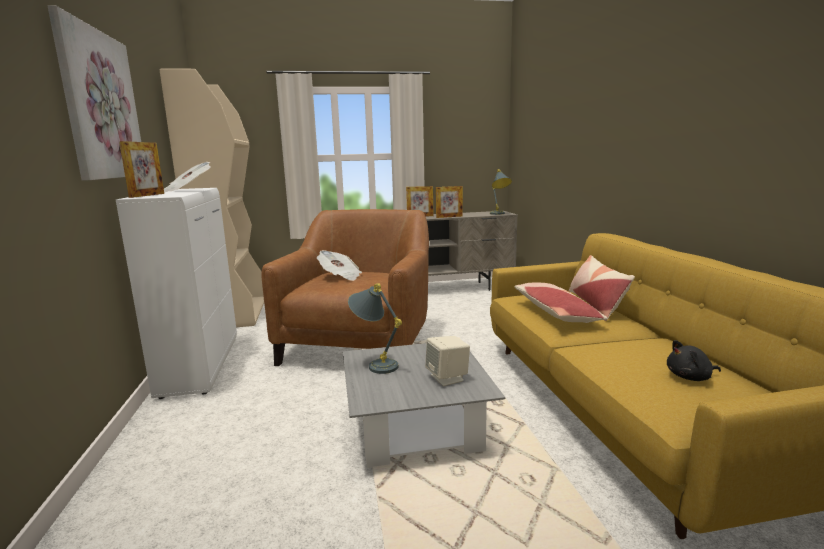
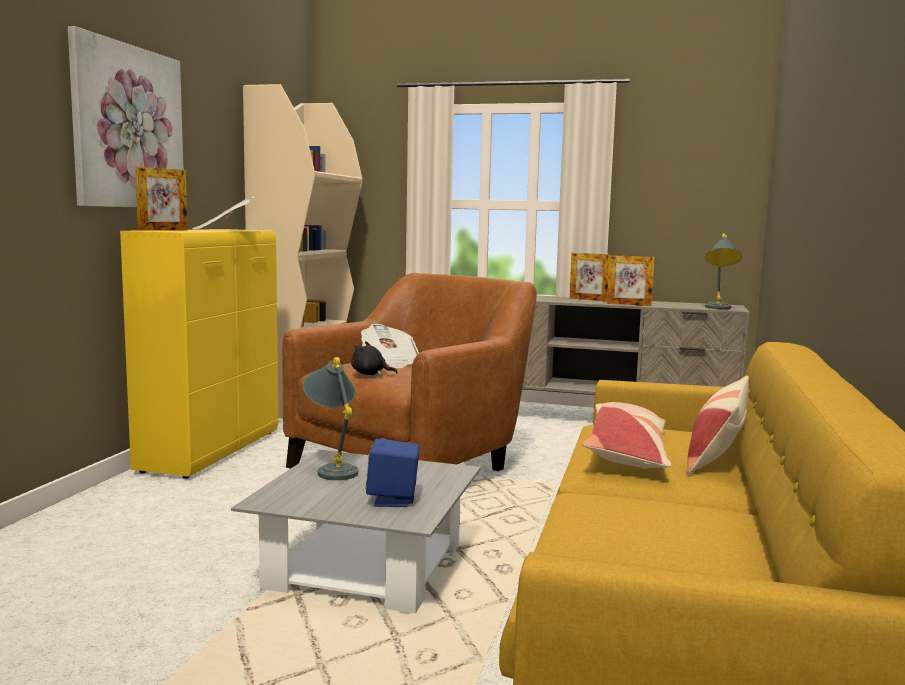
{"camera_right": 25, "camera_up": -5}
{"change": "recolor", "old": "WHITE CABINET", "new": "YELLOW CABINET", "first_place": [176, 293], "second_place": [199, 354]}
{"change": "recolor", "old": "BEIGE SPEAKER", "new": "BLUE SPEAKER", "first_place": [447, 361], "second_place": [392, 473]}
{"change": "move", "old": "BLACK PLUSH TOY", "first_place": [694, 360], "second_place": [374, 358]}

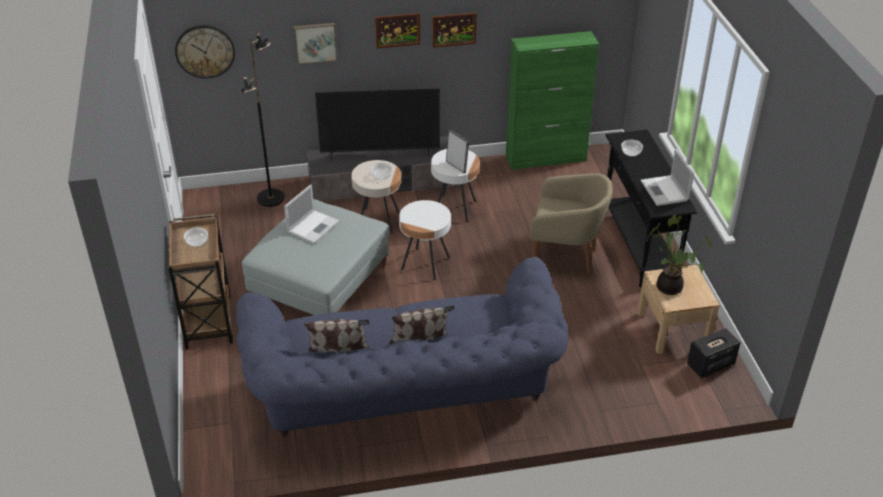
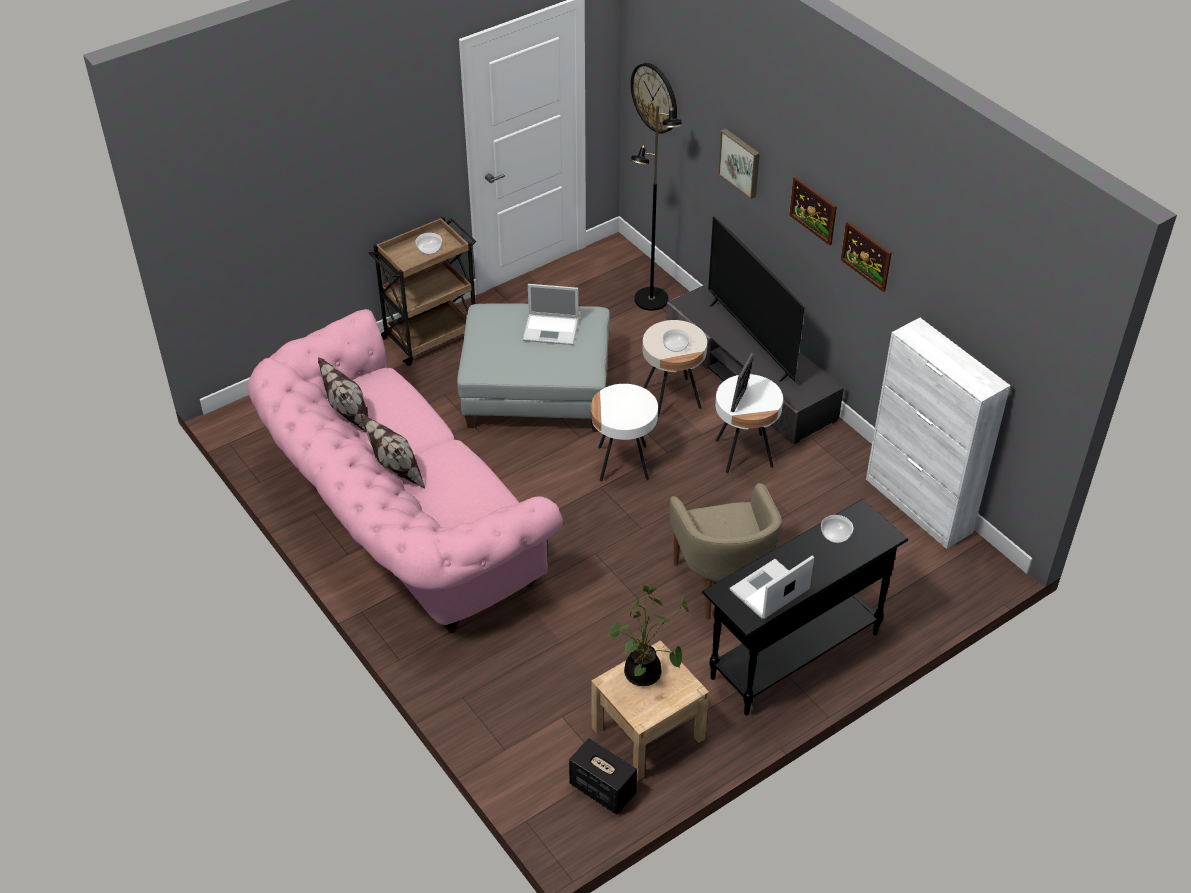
{"camera_right": 65, "camera_up": 5}
{"change": "recolor", "old": "BLUE SOFA", "new": "PINK SOFA", "first_place": [402, 347], "second_place": [405, 471]}
{"change": "recolor", "old": "GREEN CABINET", "new": "WHITE CABINET", "first_place": [552, 100], "second_place": [938, 433]}

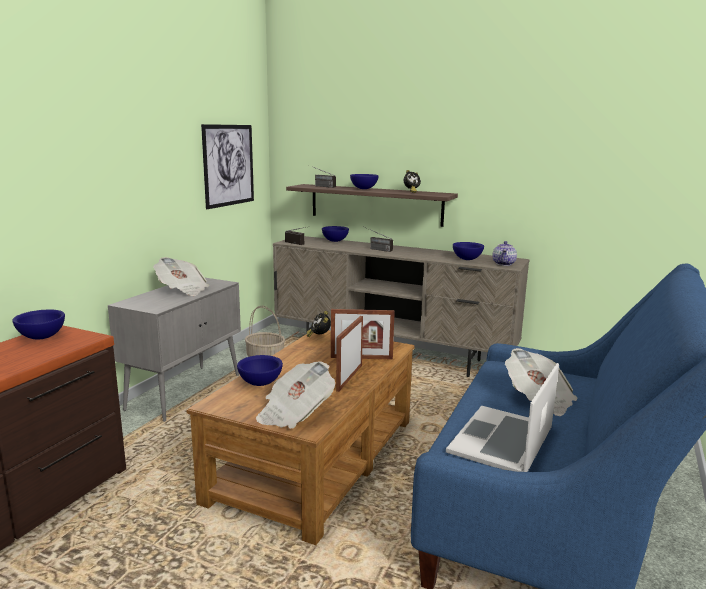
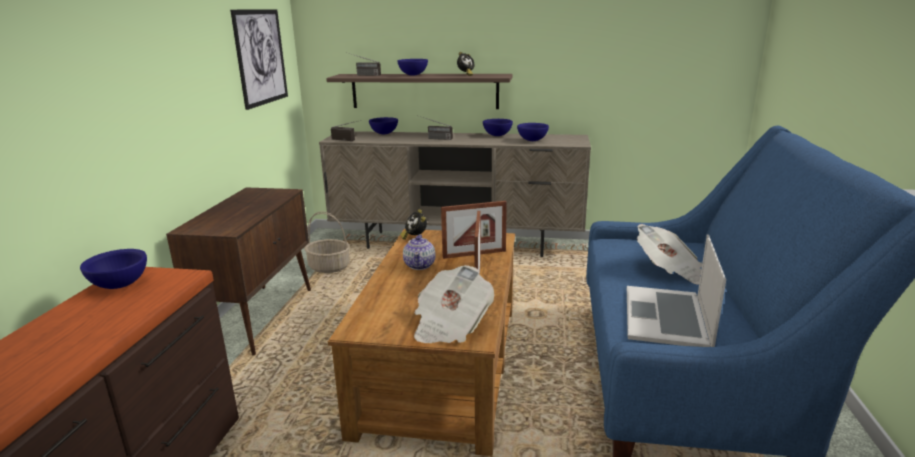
{"camera_right": -15, "camera_up": 5}
{"change": "recolor", "old": "GREY CABINET", "new": "BROWN CABINET", "first_place": [174, 350], "second_place": [238, 271]}
{"change": "delete", "old": "NEWSPAPER", "first_place": [181, 276]}
{"change": "move", "old": "BLUE BOWL", "first_place": [260, 370], "second_place": [498, 127]}
{"change": "move", "old": "TEAPOT", "first_place": [504, 253], "second_place": [419, 252]}

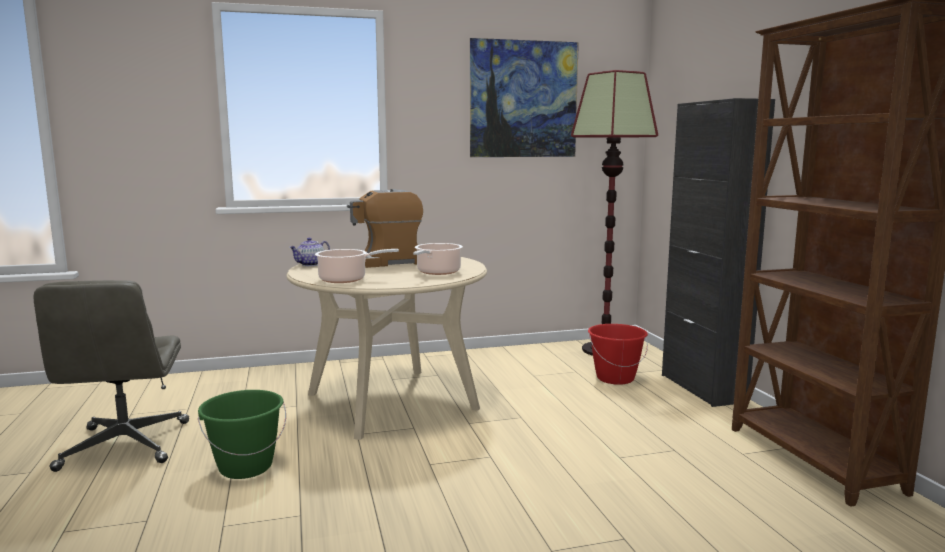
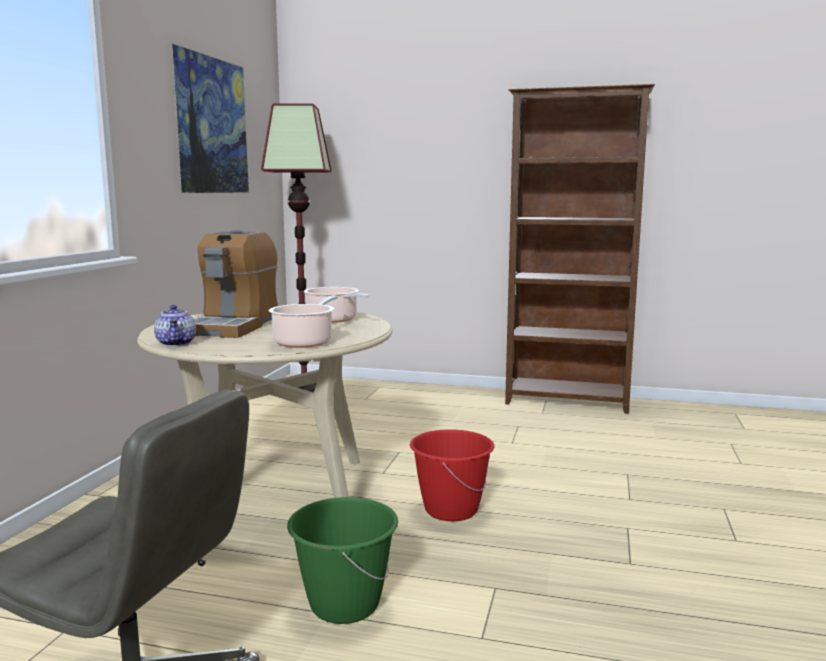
{"camera_right": -60, "camera_up": 0}
{"change": "move", "old": "RED BUCKET", "first_place": [618, 354], "second_place": [452, 475]}
{"change": "delete", "old": "BLACK CABINET", "first_place": [718, 252]}

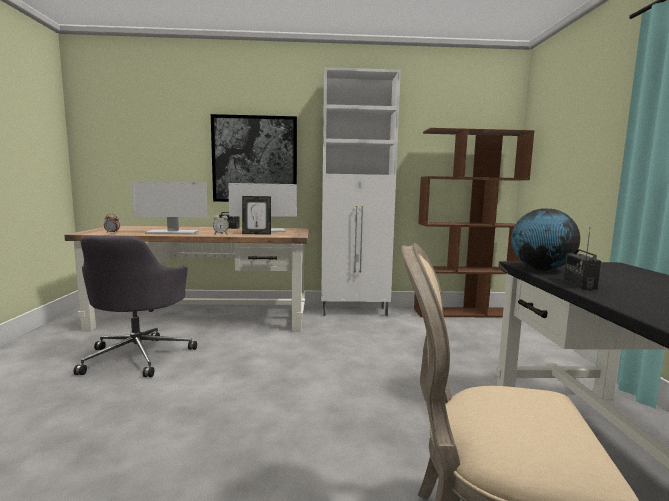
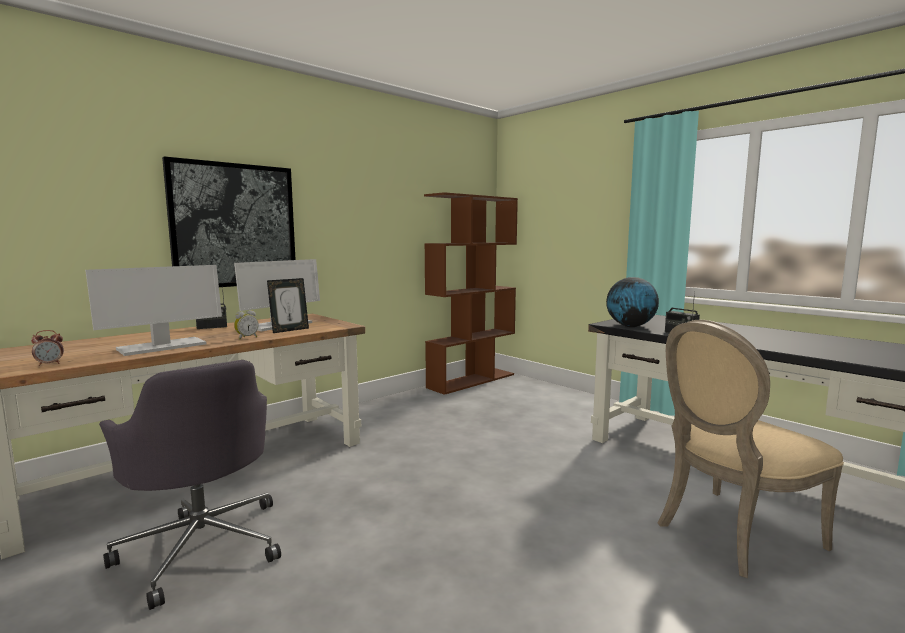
{"camera_right": -40, "camera_up": 0}
{"change": "delete", "old": "WHITE CABINET", "first_place": [361, 191]}

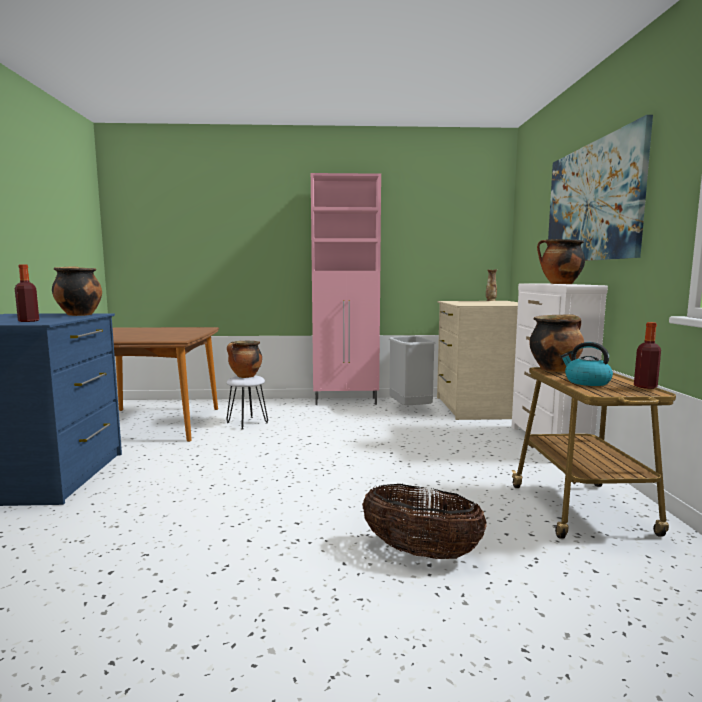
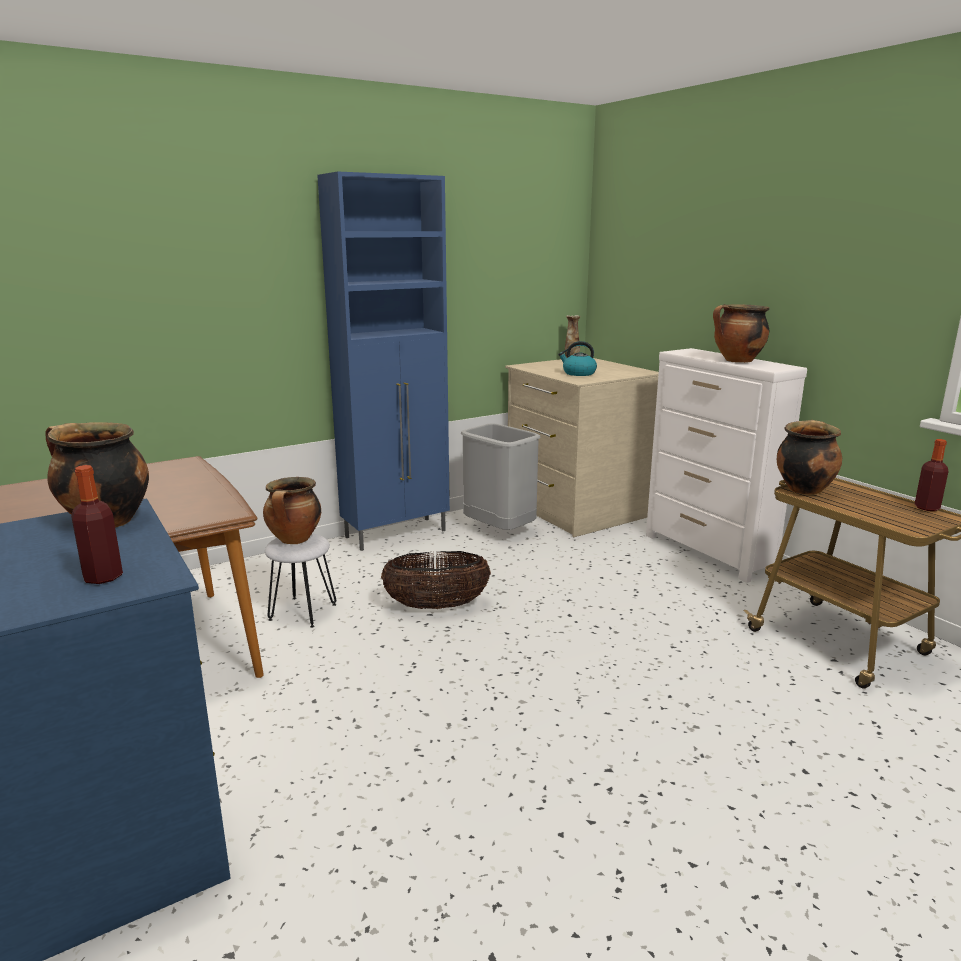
{"camera_right": -30, "camera_up": 10}
{"change": "recolor", "old": "PINK CABINET", "new": "BLUE CABINET", "first_place": [346, 289], "second_place": [383, 361]}
{"change": "move", "old": "BASKET", "first_place": [424, 521], "second_place": [436, 580]}
{"change": "delete", "old": "PICTURE", "first_place": [600, 188]}
{"change": "move", "old": "KETTLE", "first_place": [586, 364], "second_place": [577, 358]}

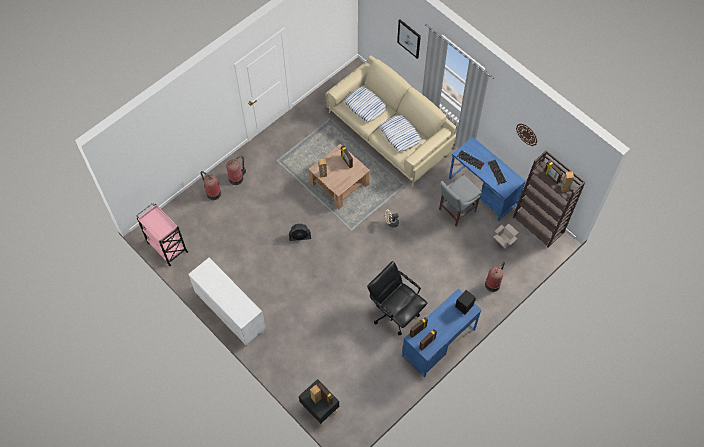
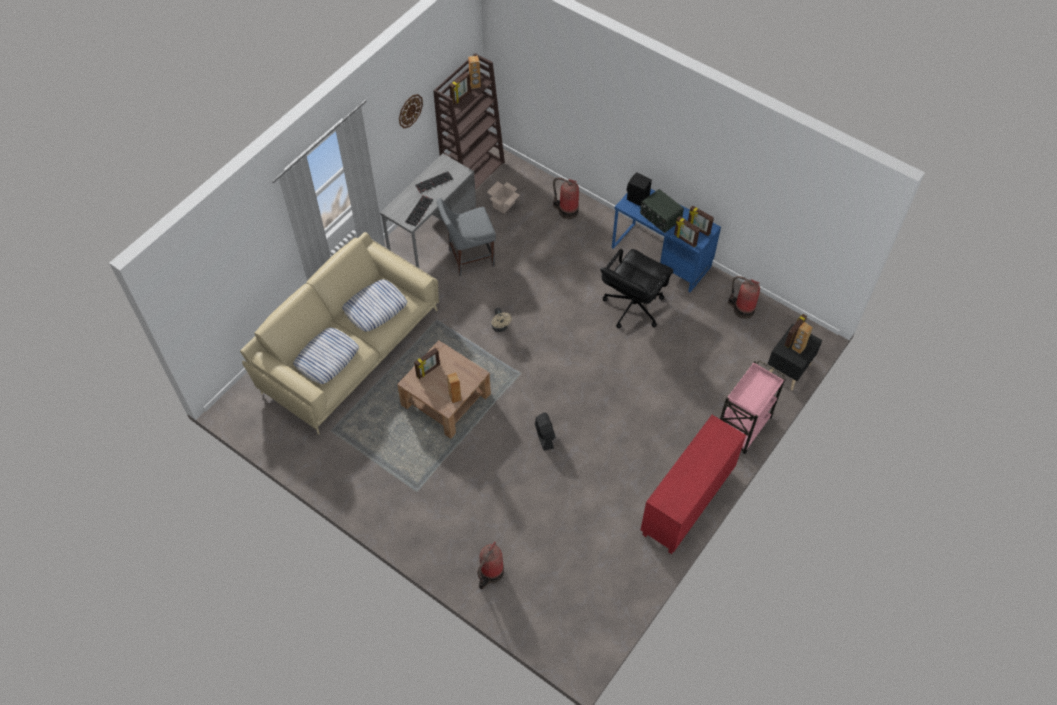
{"camera_right": -100, "camera_up": -5}
{"change": "move", "old": "PINK CART", "first_place": [162, 234], "second_place": [752, 407]}
{"change": "recolor", "old": "WHITE CABINET", "new": "RED CABINET", "first_place": [227, 302], "second_place": [693, 484]}
{"change": "move", "old": "FIRE EXTINGUISHER", "first_place": [236, 170], "second_place": [744, 297]}
{"change": "delete", "old": "PICTURE", "first_place": [409, 39]}
{"change": "rotate", "old": "GREY CHAIR", "first_place": [460, 200], "second_place": [466, 237], "degrees": 120}
{"change": "recolor", "old": "BLUE DESK", "new": "GREY DESK", "first_place": [487, 179], "second_place": [428, 210]}
{"change": "insert", "new": "RADIO", "second_place": [662, 211]}

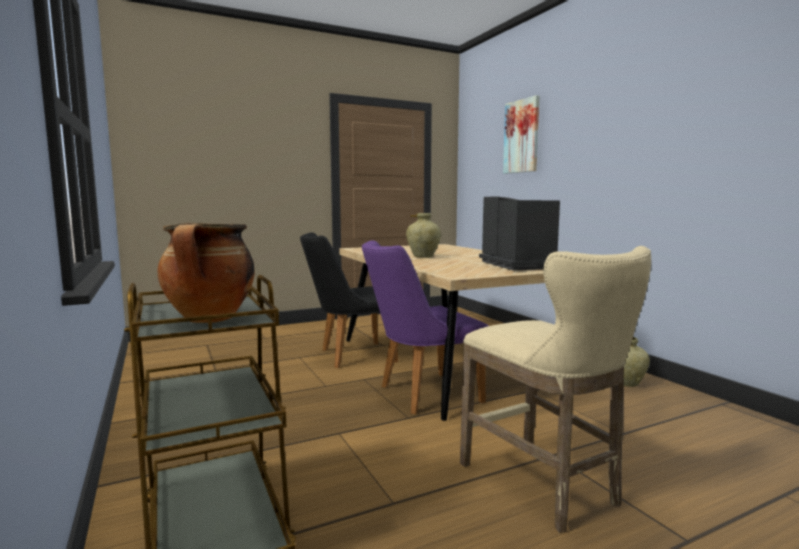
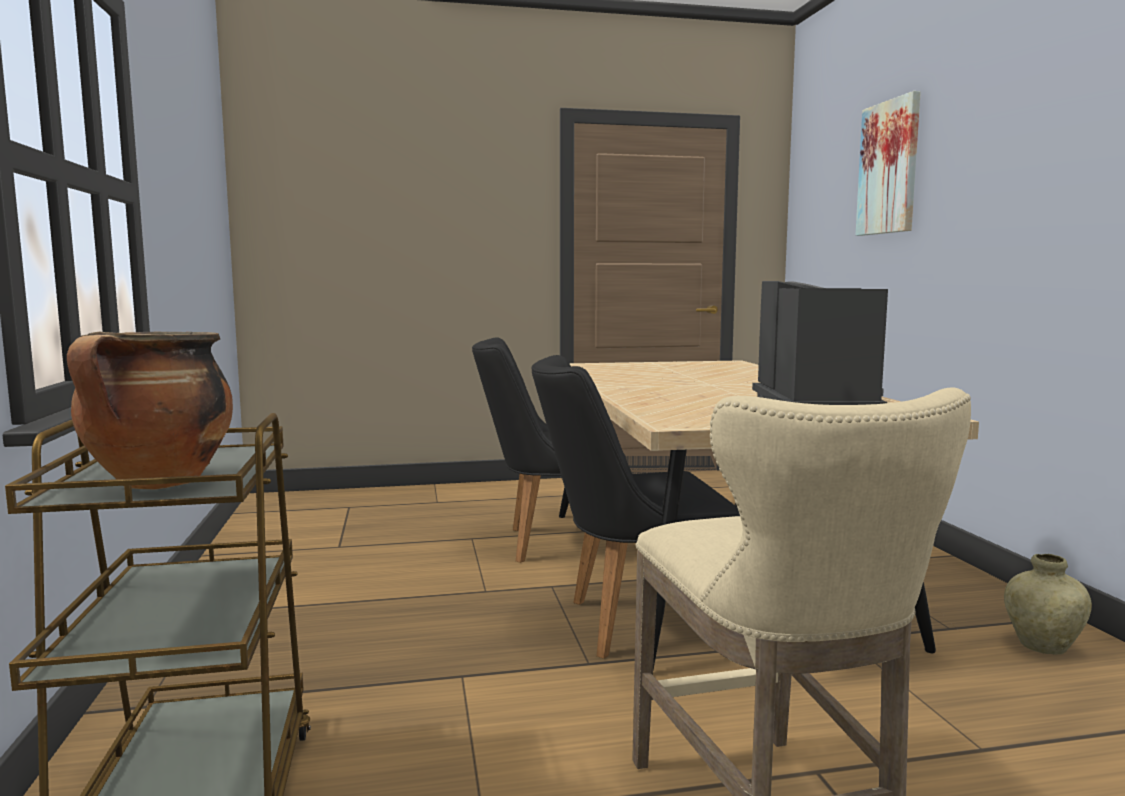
{"camera_right": 15, "camera_up": 0}
{"change": "recolor", "old": "PURPLE CHAIR", "new": "BLACK CHAIR", "first_place": [425, 327], "second_place": [635, 507]}
{"change": "delete", "old": "BEIGE VASE", "first_place": [423, 235]}

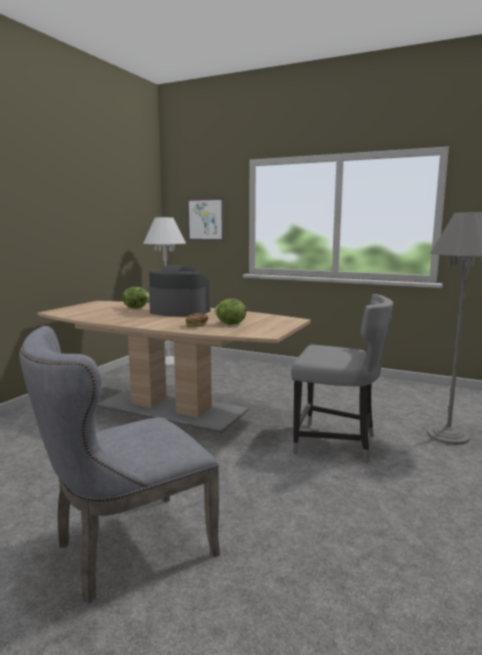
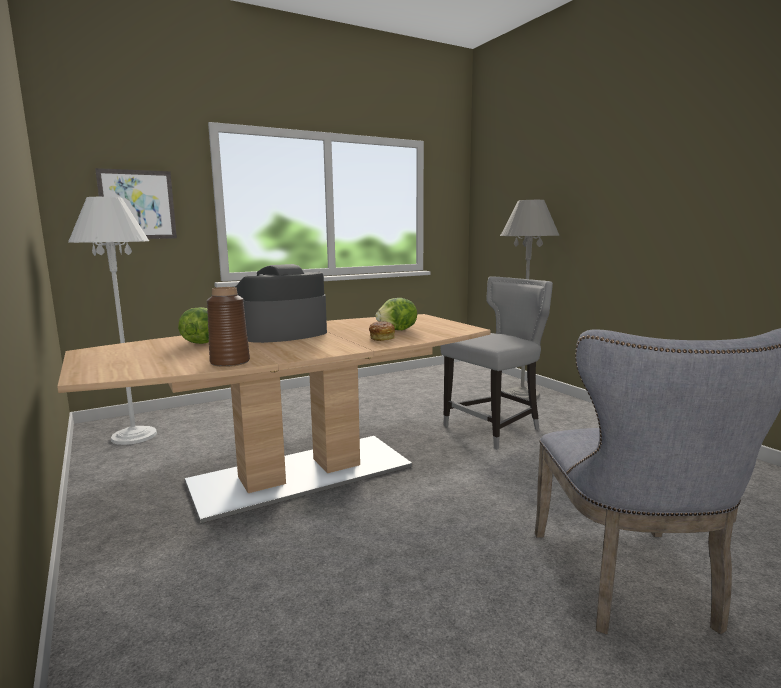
{"camera_right": -55, "camera_up": 0}
{"change": "insert", "new": "BROWN VASE", "second_place": [228, 327]}

